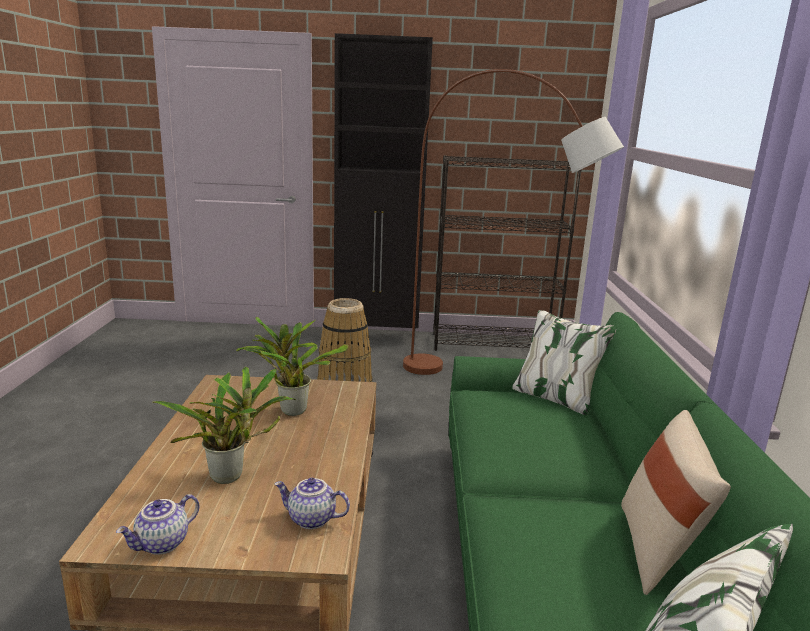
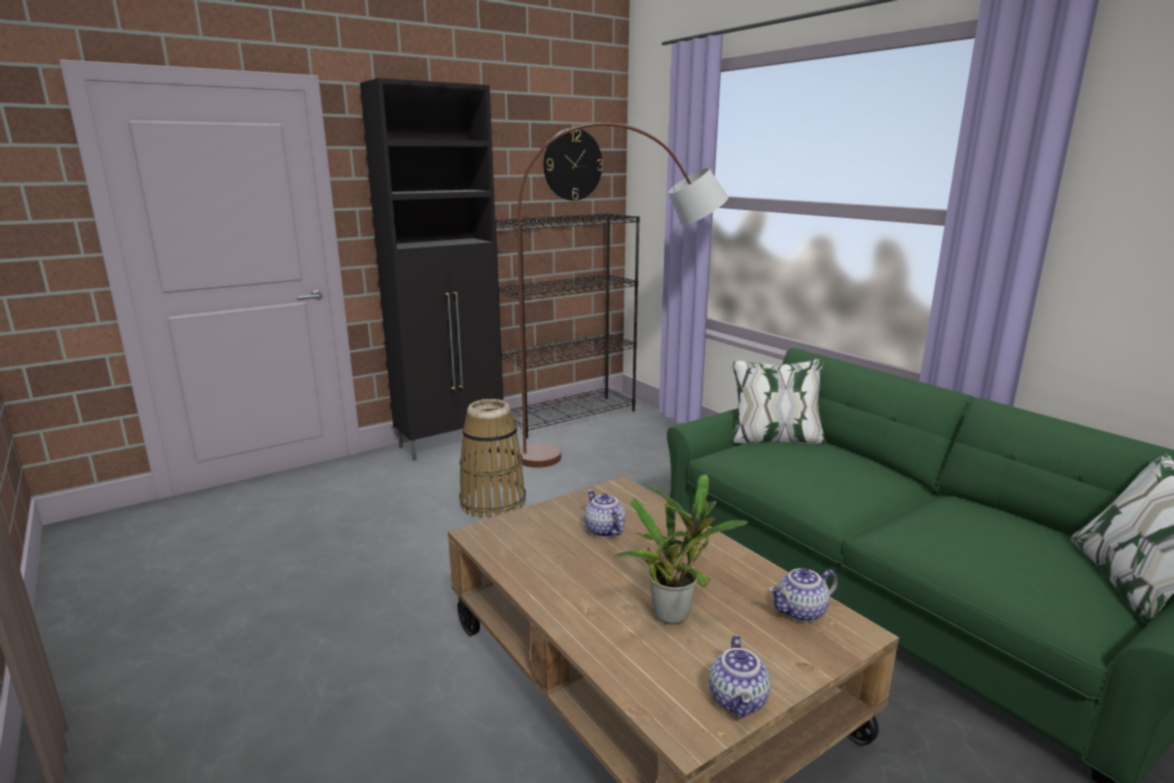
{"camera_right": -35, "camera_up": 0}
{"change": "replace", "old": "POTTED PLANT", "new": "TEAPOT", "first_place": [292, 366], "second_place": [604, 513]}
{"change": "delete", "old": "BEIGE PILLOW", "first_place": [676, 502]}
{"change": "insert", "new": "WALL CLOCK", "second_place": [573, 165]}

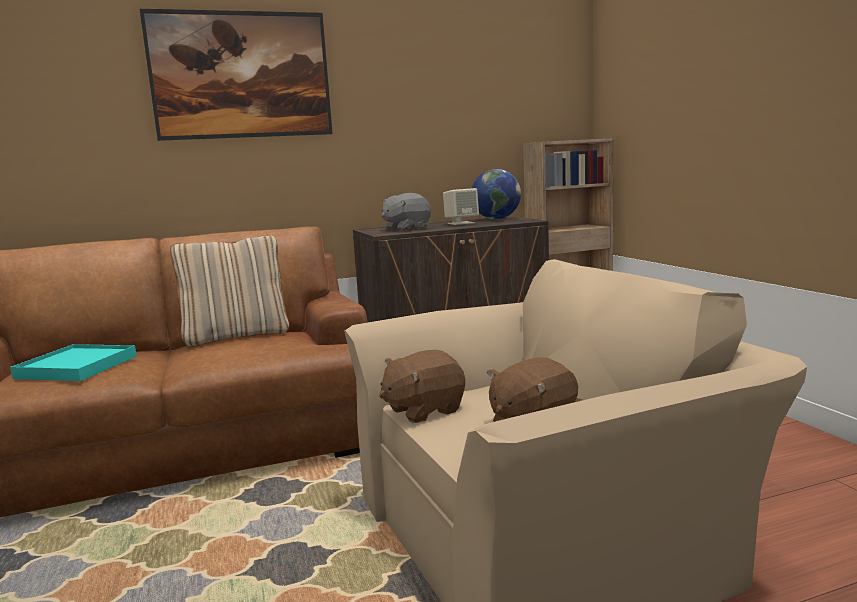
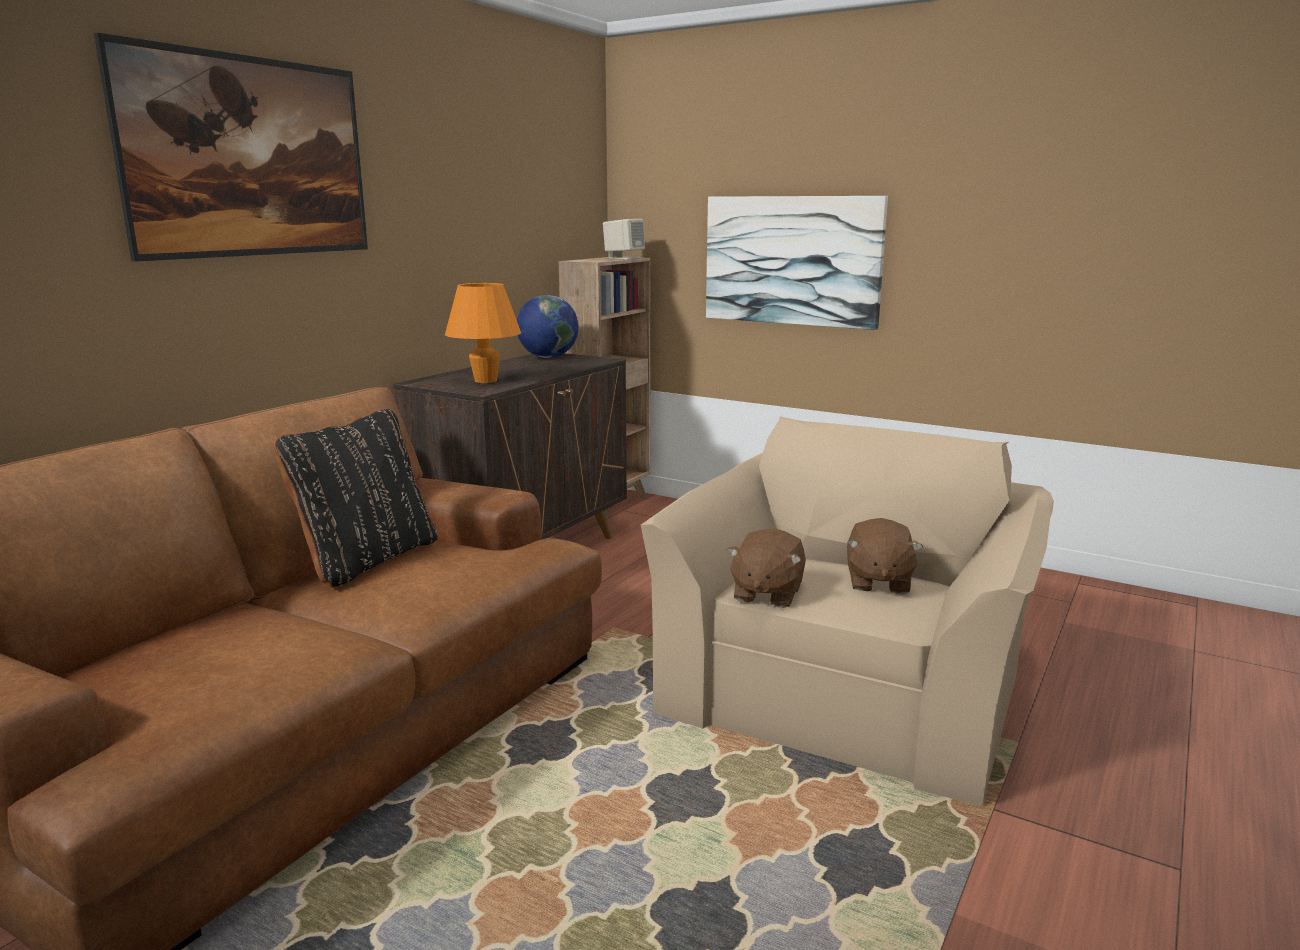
{"camera_right": -40, "camera_up": 5}
{"change": "delete", "old": "TURQUOISE TRAY", "first_place": [73, 362]}
{"change": "recolor", "old": "BEIGE PILLOW", "new": "BLACK PILLOW", "first_place": [230, 291], "second_place": [355, 498]}
{"change": "replace", "old": "GREY PLUSH TOY", "new": "ORANGE TABLE LAMP", "first_place": [406, 212], "second_place": [483, 333]}
{"change": "move", "old": "BEIGE SPEAKER", "first_place": [461, 206], "second_place": [624, 239]}
{"change": "insert", "new": "PICTURE", "second_place": [797, 263]}

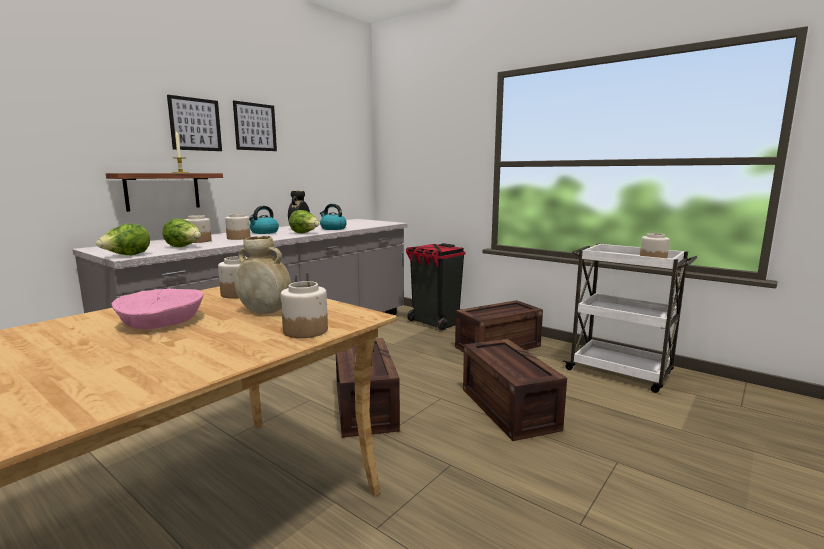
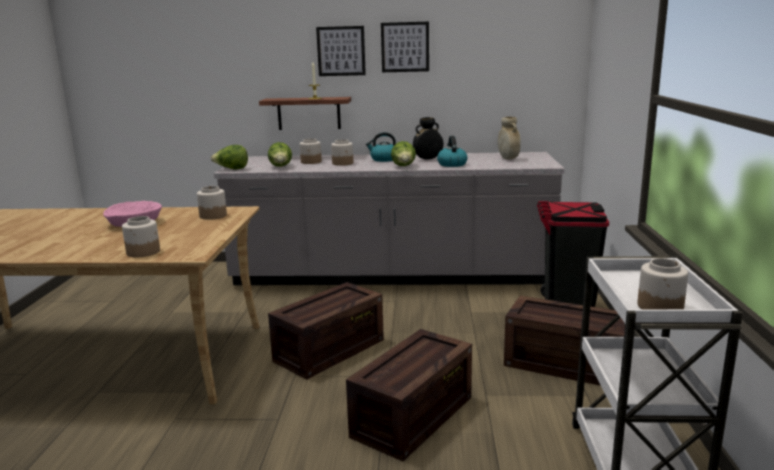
{"camera_right": 55, "camera_up": 5}
{"change": "move", "old": "BEIGE VASE", "first_place": [262, 275], "second_place": [509, 138]}

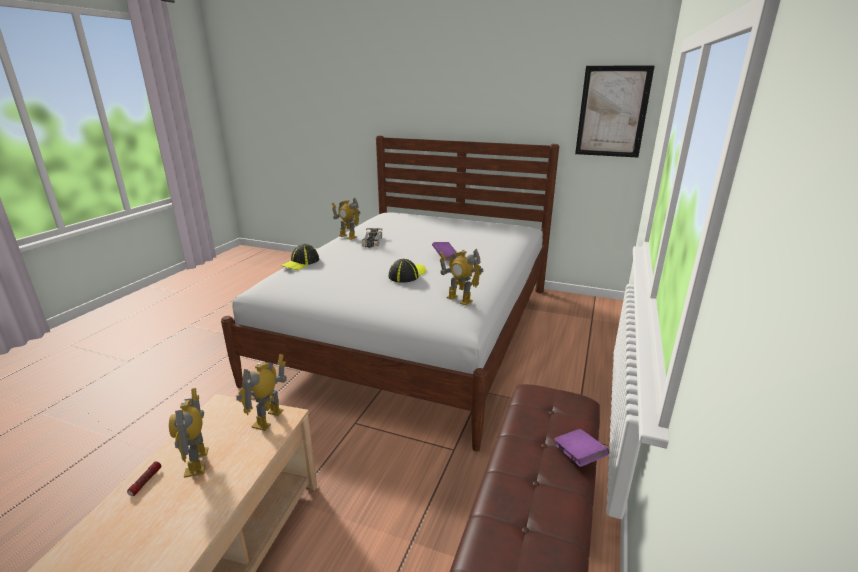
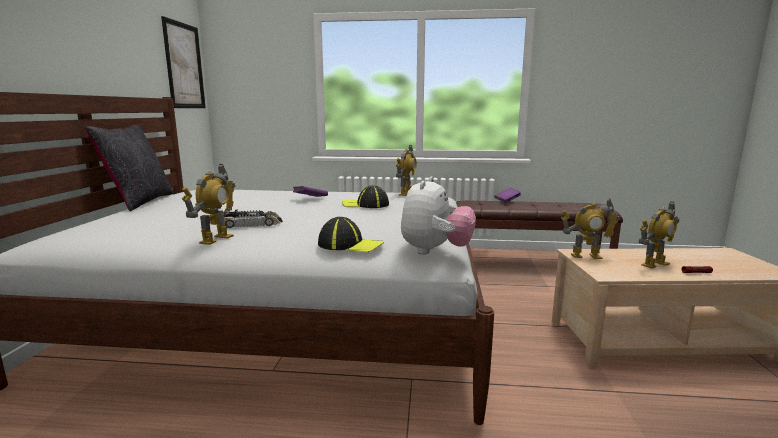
{"camera_right": -105, "camera_up": -10}
{"change": "insert", "new": "BLACK PILLOW", "second_place": [129, 168]}
{"change": "insert", "new": "PLUSH TOY", "second_place": [438, 215]}

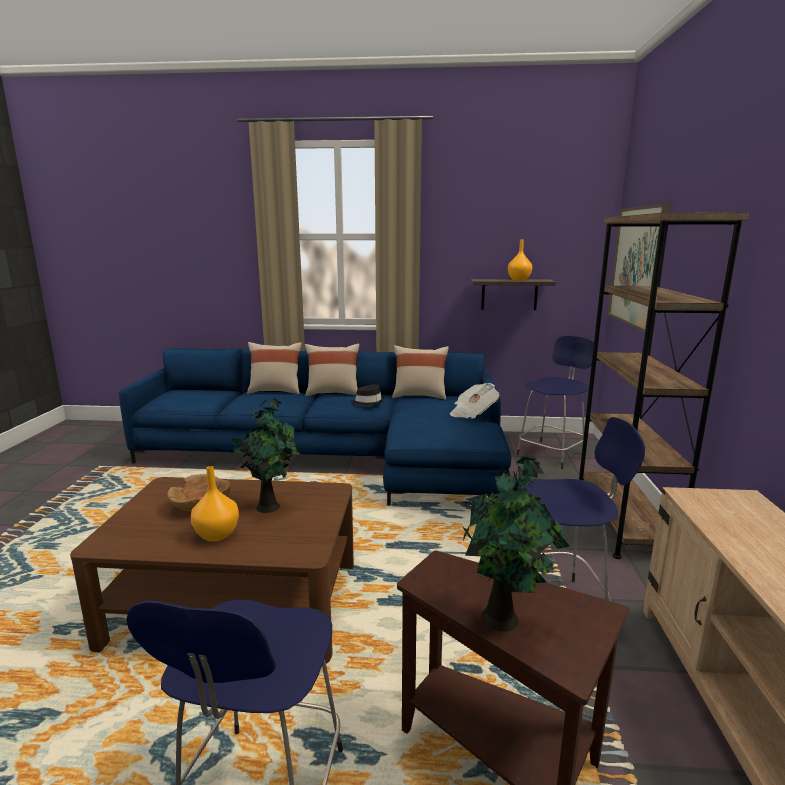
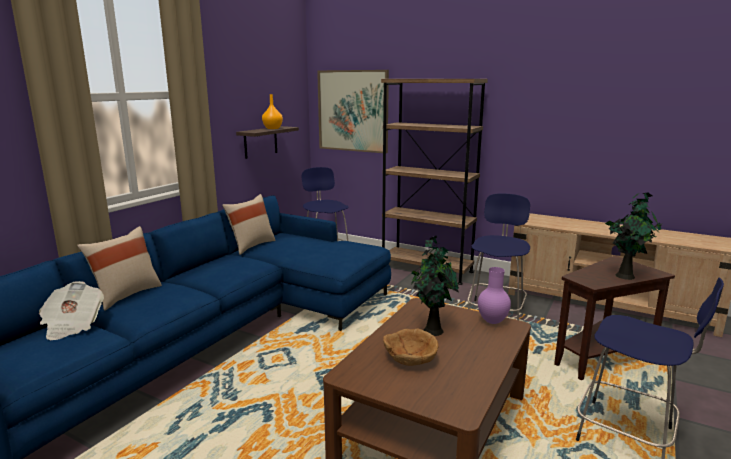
{"camera_right": -65, "camera_up": 0}
{"change": "delete", "old": "ORANGE VASE", "first_place": [215, 504]}
{"change": "delete", "old": "BEIGE PILLOW", "first_place": [332, 369]}
{"change": "delete", "old": "BLACK HAT", "first_place": [368, 395]}
{"change": "move", "old": "NEWSPAPER", "first_place": [474, 400], "second_place": [71, 310]}
{"change": "insert", "new": "PURPLE VASE", "second_place": [494, 295]}

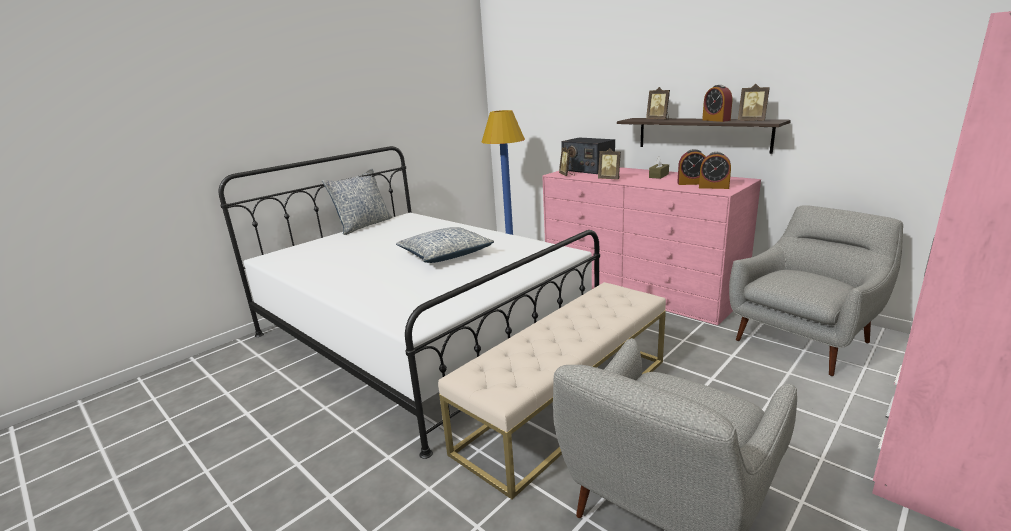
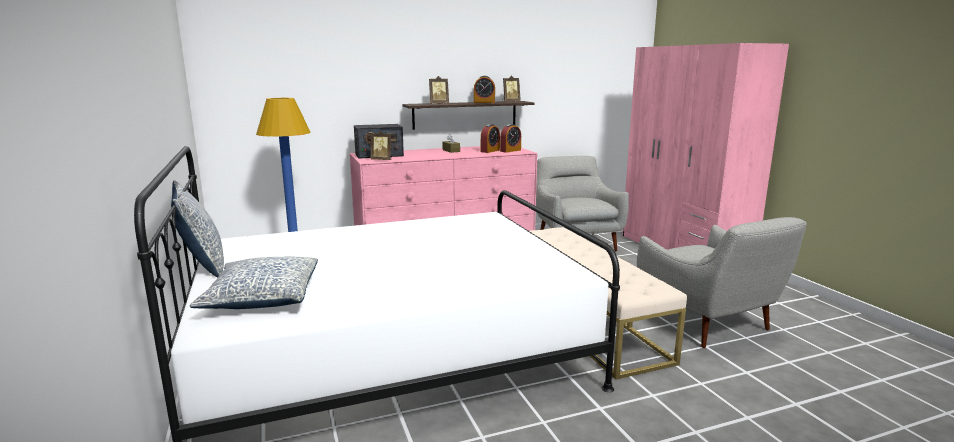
{"camera_right": -65, "camera_up": -5}
{"change": "move", "old": "PILLOW", "first_place": [445, 245], "second_place": [254, 283]}
{"change": "delete", "old": "PICTURE FRAME", "first_place": [609, 164]}

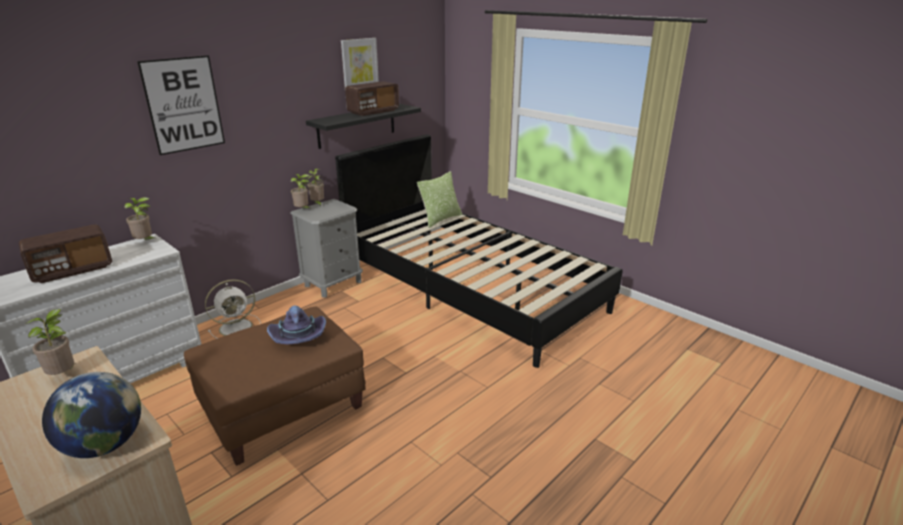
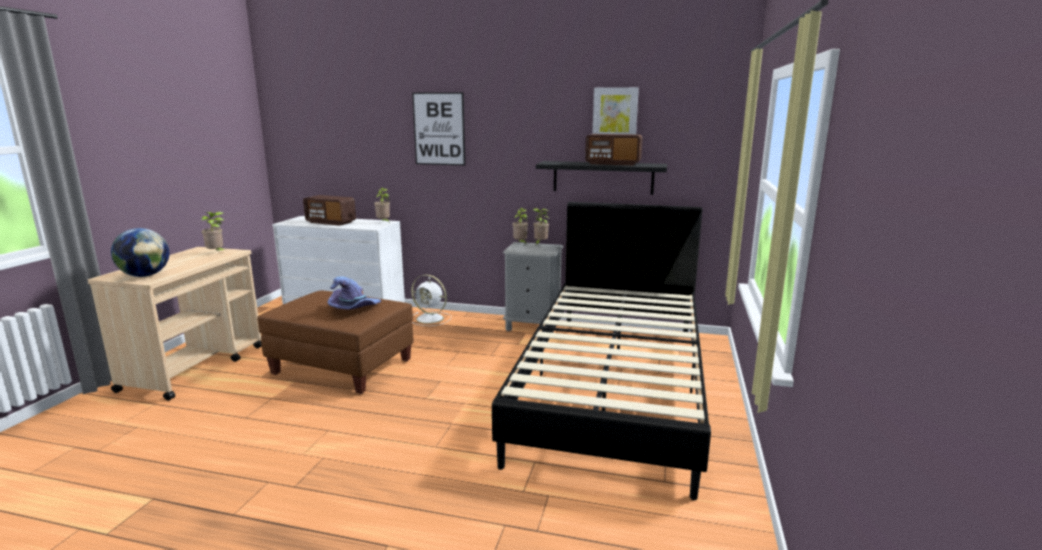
{"camera_right": 60, "camera_up": -10}
{"change": "delete", "old": "PILLOW", "first_place": [439, 199]}

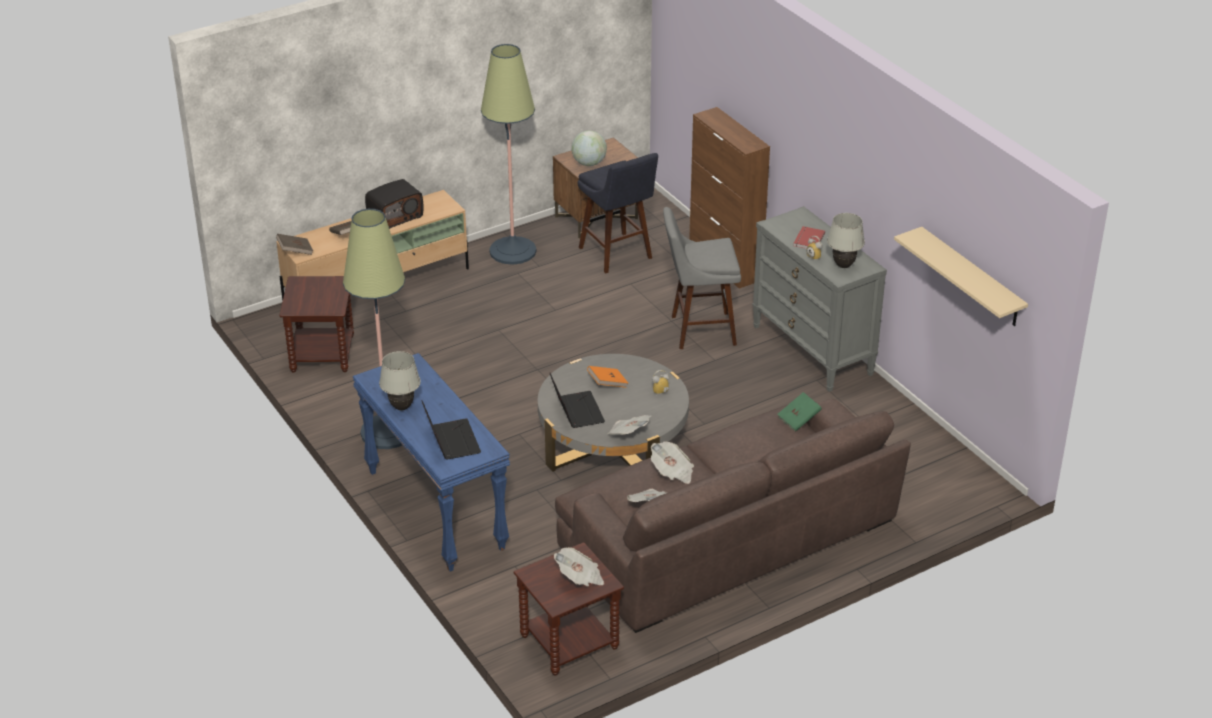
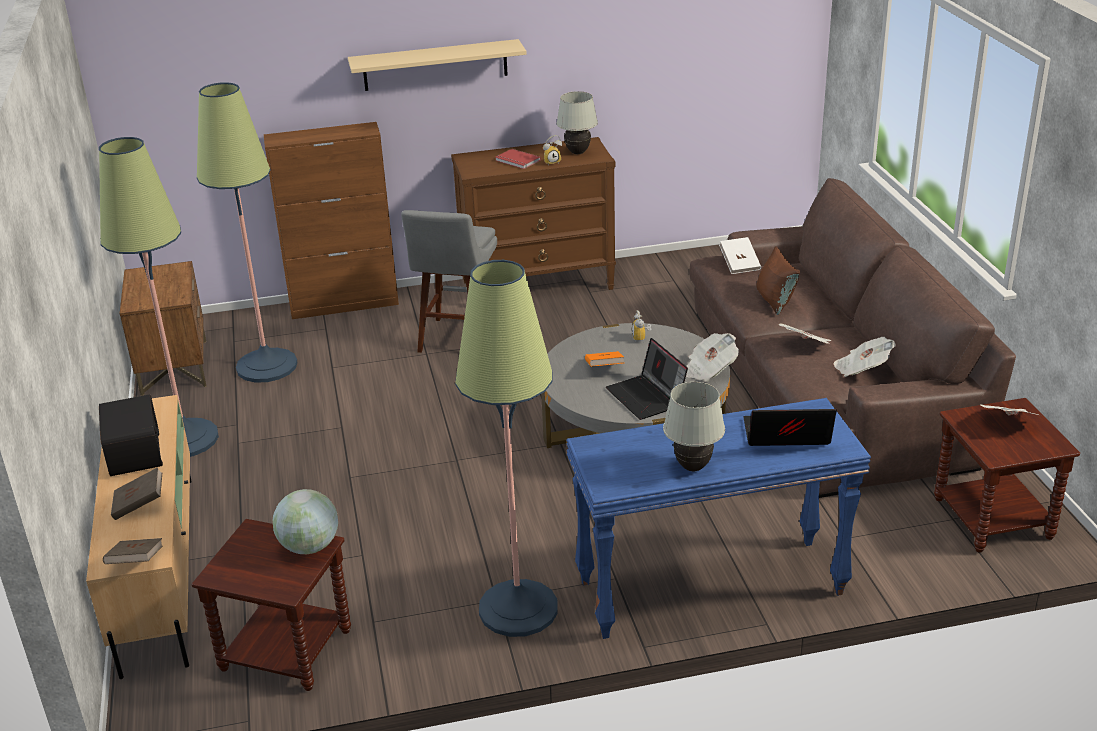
{"camera_right": -70, "camera_up": -5}
{"change": "rotate", "old": "LAPTOP", "first_place": [577, 400], "second_place": [647, 379], "degrees": -120}
{"change": "move", "old": "GLOBE", "first_place": [589, 148], "second_place": [305, 521]}
{"change": "replace", "old": "BLUE STOOL", "new": "FLOOR LAMP", "first_place": [617, 213], "second_place": [247, 232]}
{"change": "recolor", "old": "GREY DRESSER", "new": "BROWN DRESSER", "first_place": [819, 299], "second_place": [533, 213]}
{"change": "recolor", "old": "GREEN BOOK", "new": "WHITE BOOK", "first_place": [799, 412], "second_place": [740, 255]}
{"change": "move", "old": "BEIGE SHELF", "first_place": [961, 276], "second_place": [437, 65]}
{"change": "insert", "new": "BROWN PILLOW", "second_place": [778, 280]}

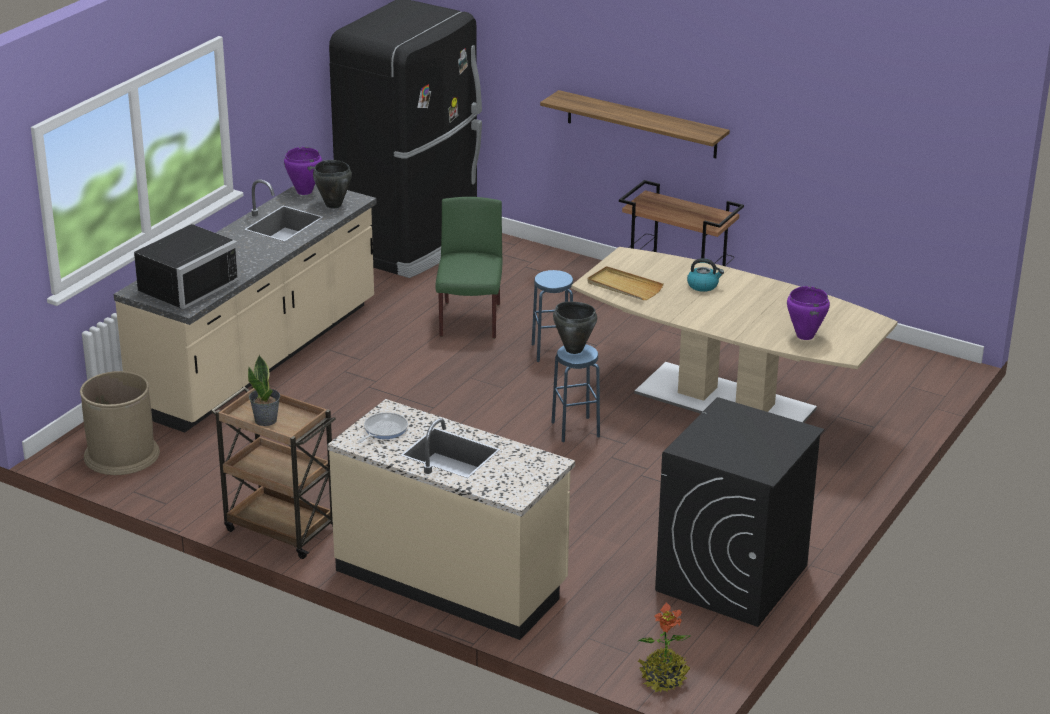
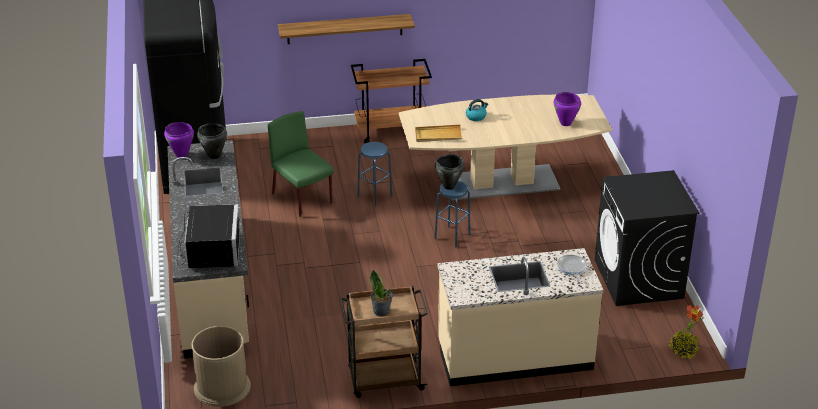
{"camera_right": -40, "camera_up": 5}
{"change": "move", "old": "FRYING PAN", "first_place": [383, 427], "second_place": [572, 268]}

